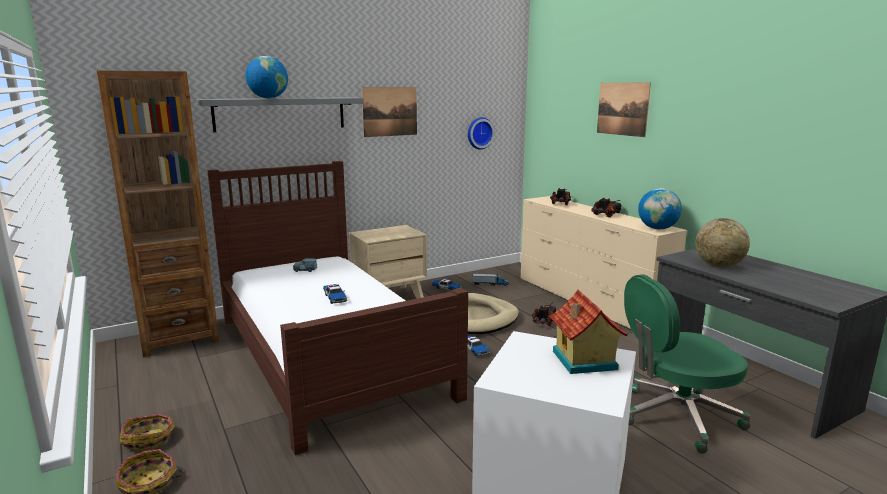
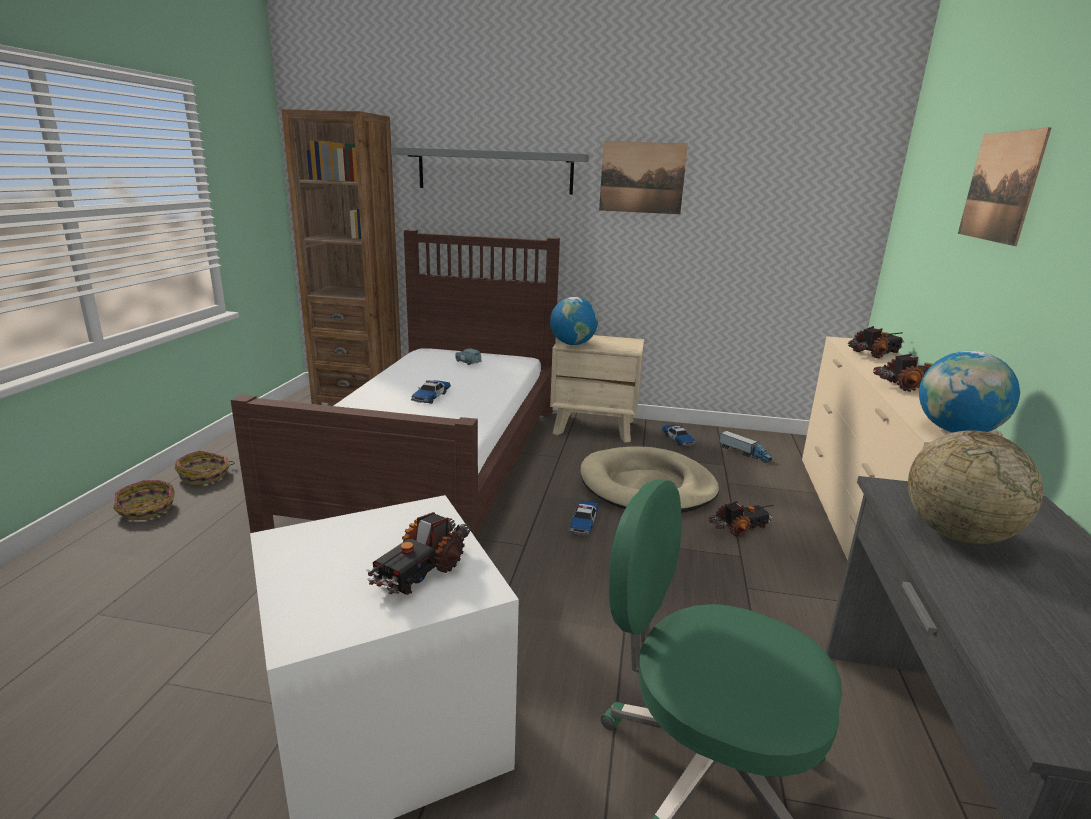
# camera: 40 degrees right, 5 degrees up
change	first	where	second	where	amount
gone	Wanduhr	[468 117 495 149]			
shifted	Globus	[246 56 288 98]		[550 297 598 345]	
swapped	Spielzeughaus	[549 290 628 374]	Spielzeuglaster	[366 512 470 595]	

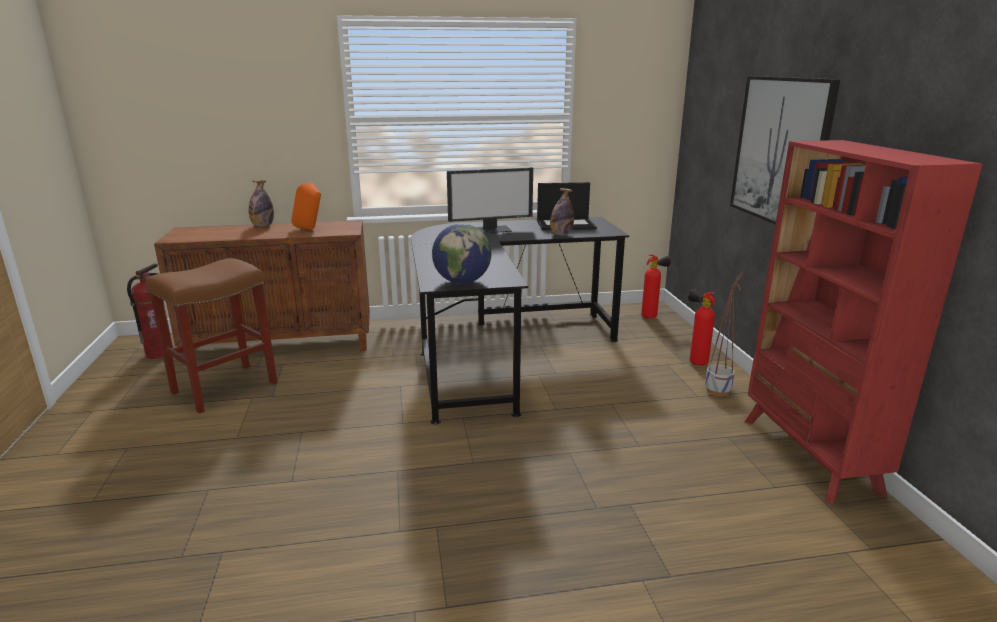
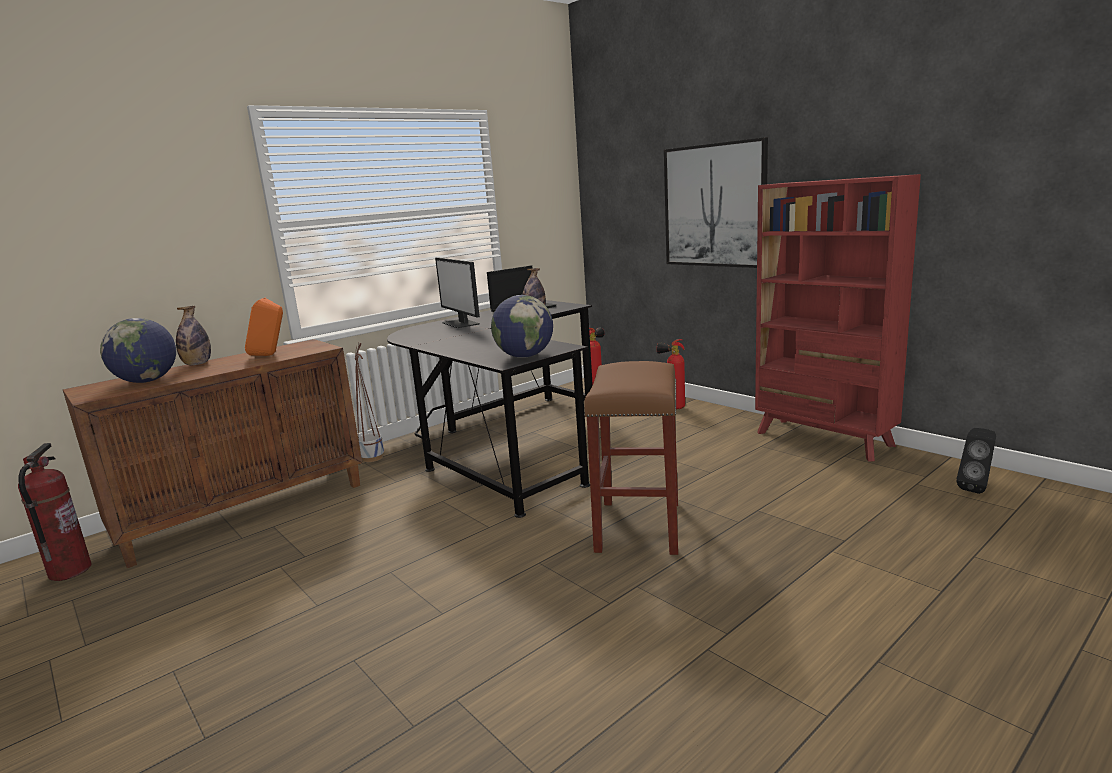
# camera: 30 degrees left, 5 degrees down
change	first	where	second	where	amount
new			Globus	[100 318 176 383]	
new			Lautsprecher (schwarz)	[956 428 996 494]	
shifted	Hocker (braun)	[145 258 277 414]		[584 361 678 555]	
shifted	Pflanzkübel	[705 273 744 397]		[355 342 384 462]	
rotated	Monitor	[447 168 533 233]		[435 257 480 328]	105 degrees clockwise

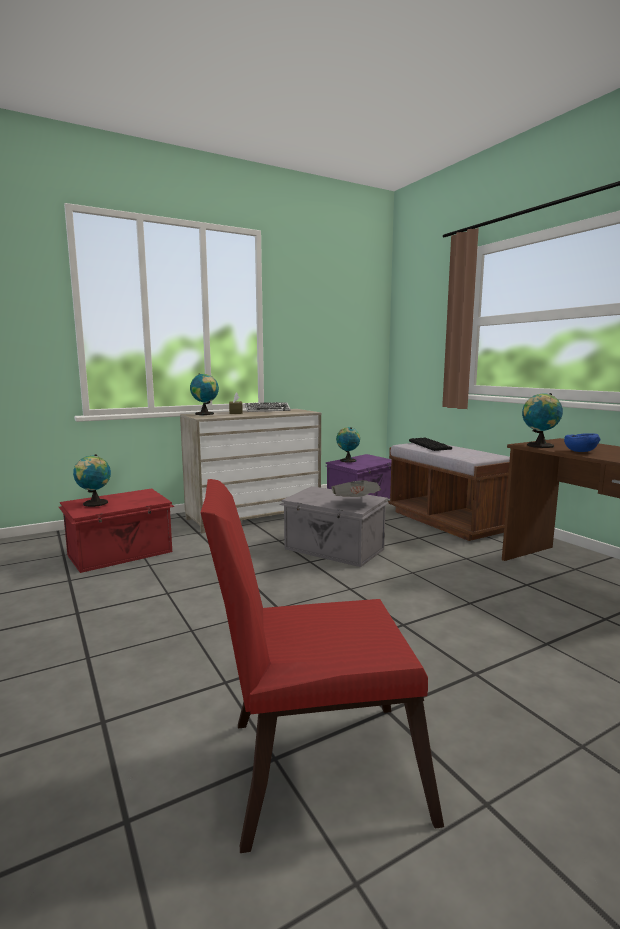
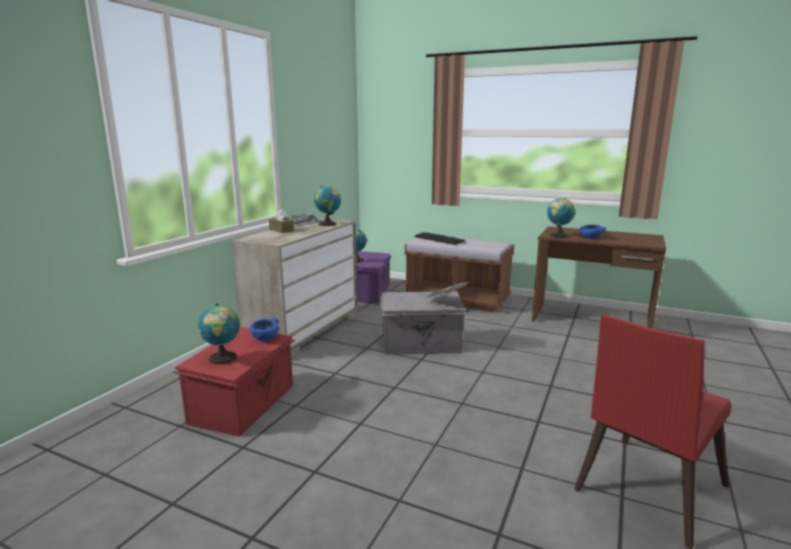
# camera: 35 degrees left, 5 degrees up
change	first	where	second	where	amount
new			Schüssel (blau)	[250 317 279 341]	
shifted	Globus	[190 373 219 415]		[314 186 341 226]	

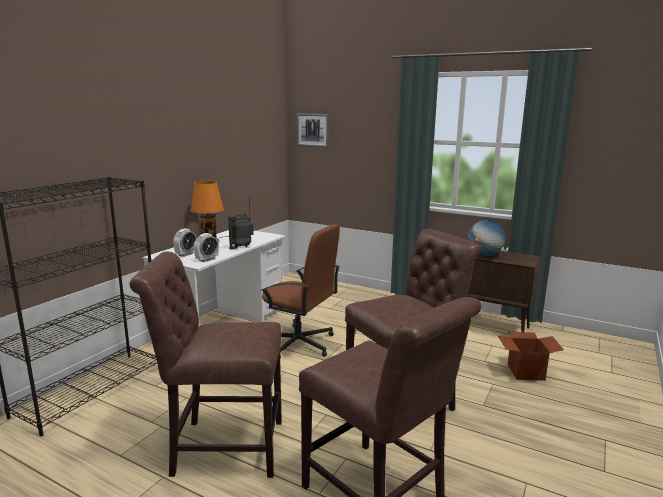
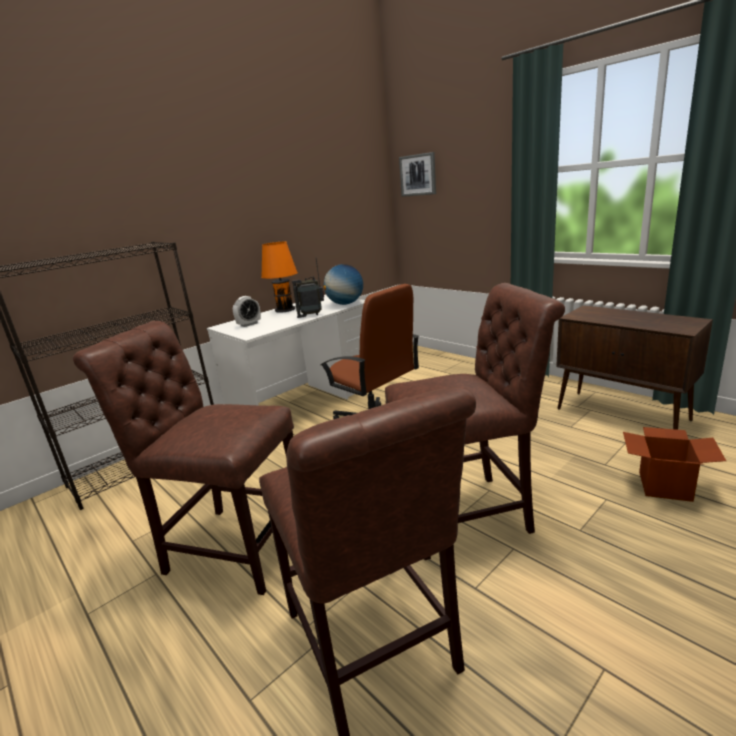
# camera: 20 degrees right, 5 degrees up
change	first	where	second	where	amount
gone	Wecker	[194 233 219 262]			
shifted	Globus	[468 220 505 256]		[324 264 363 305]	

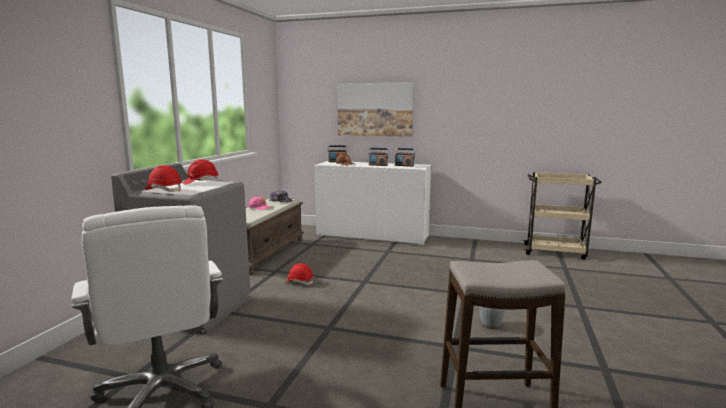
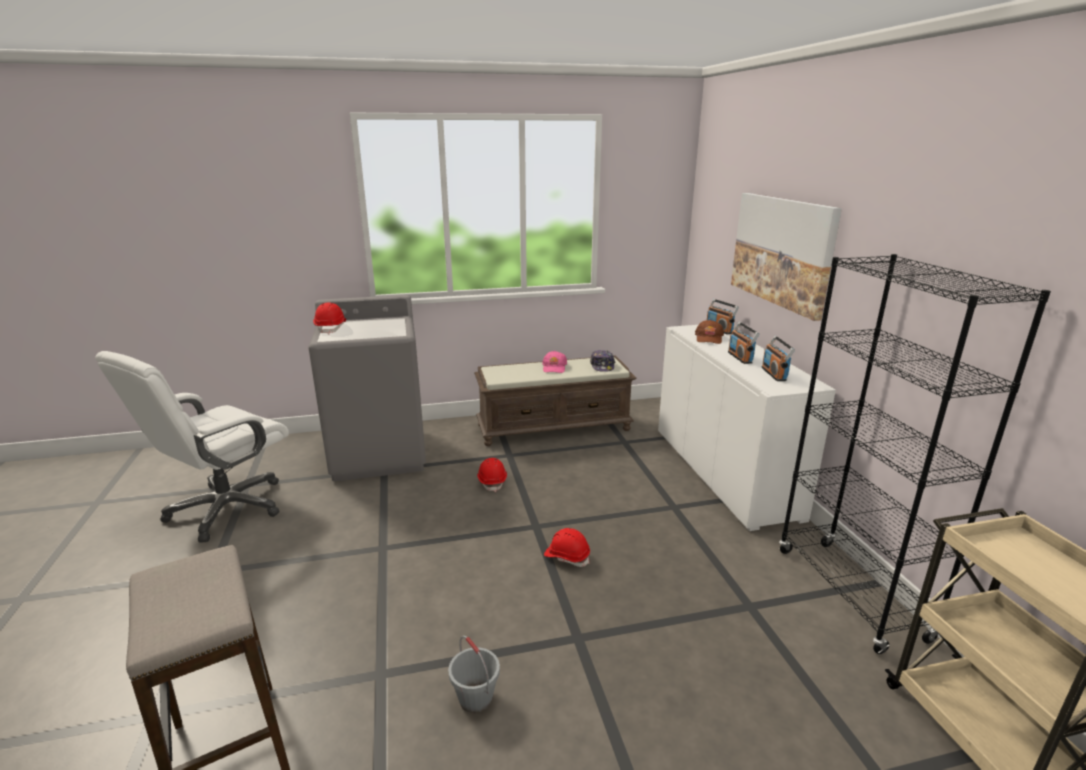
# camera: 60 degrees right, 10 degrees up
change	first	where	second	where	amount
new			Bücherregal (schwarz)	[779 254 1051 654]	
shifted	Schutzhelm (rot)	[183 159 219 184]		[544 528 590 567]	

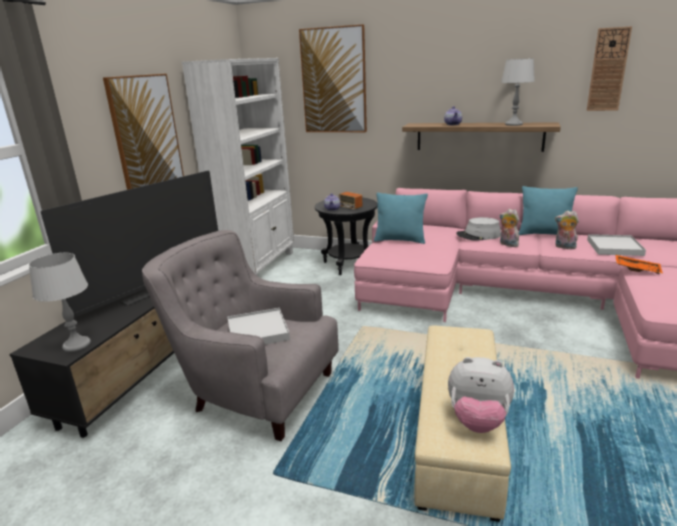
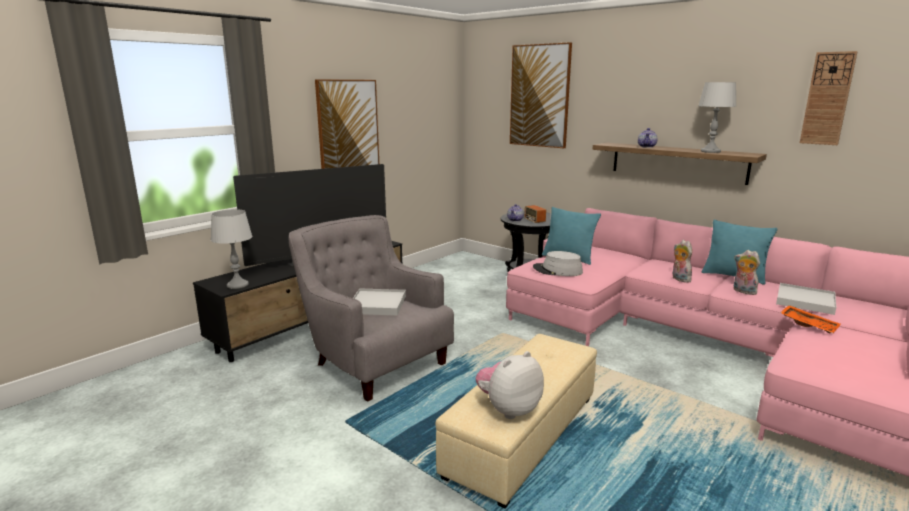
# camera: 20 degrees right, 5 degrees down
change	first	where	second	where	amount
gone	Bücherregal (weiß)	[182 58 294 276]			
shifted	Hut (grau)	[456 217 501 241]		[533 251 583 276]	
rotated	Plüschtier	[448 357 514 433]		[476 351 544 419]	105 degrees clockwise

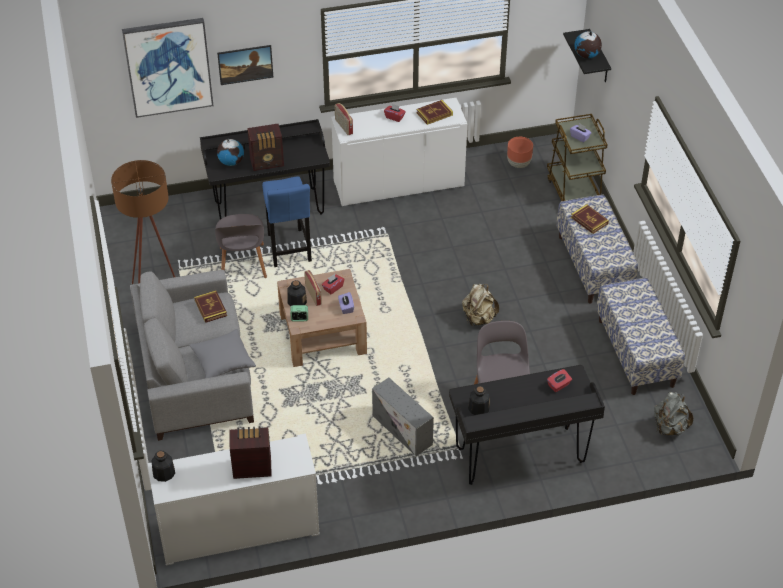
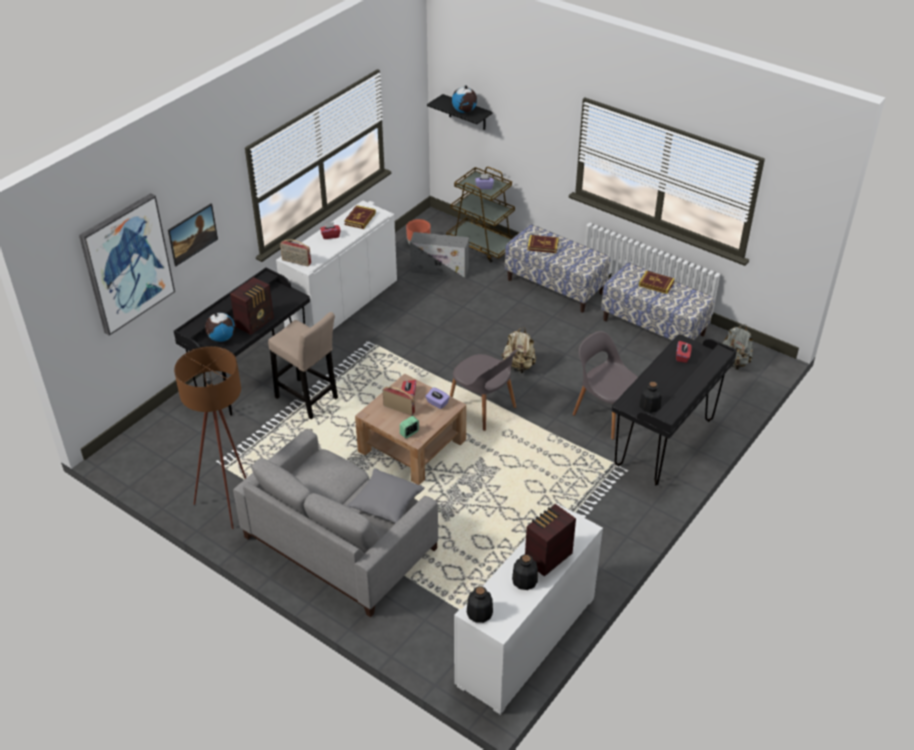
# camera: 40 degrees left, 5 degrees down
change	first	where	second	where	amount
shifted	Buch	[194 290 227 323]		[639 271 675 294]	
shifted	Stuhl (grau)	[215 214 267 278]		[450 349 518 431]	
shifted	Flasche	[288 280 307 306]		[512 554 538 590]	
shifted	Aufbewahrungsbox (grau)	[372 378 434 456]		[410 232 469 278]	
repainted	Hocker (blau)	[262 176 312 267]	Hocker (beige)	[268 312 338 419]	

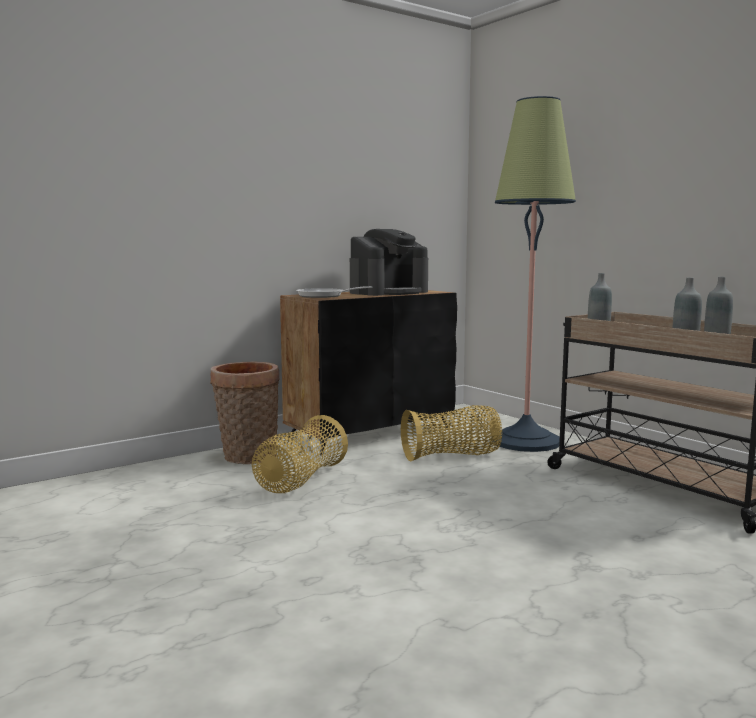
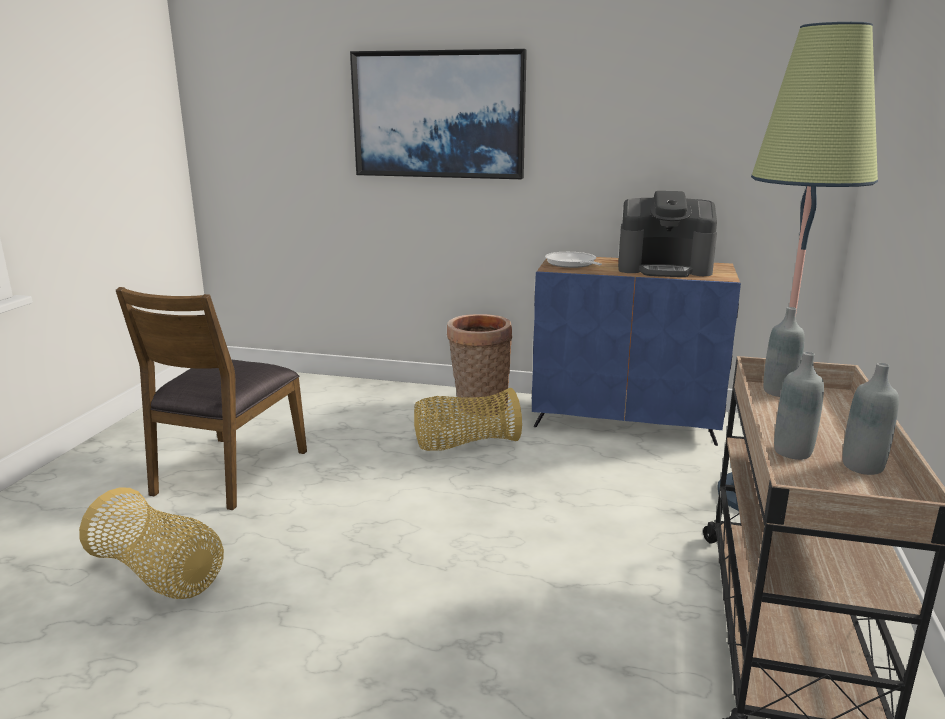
# camera: 50 degrees right, 10 degrees up
change	first	where	second	where	amount
new			Stuhl (braun)	[116 287 307 510]	
new			Bild	[350 49 527 179]	
shifted	Korb	[401 405 502 461]		[79 487 224 599]	
repainted	Schrank (schwarz)	[280 290 457 456]	Schrank (blau)	[532 257 741 446]	

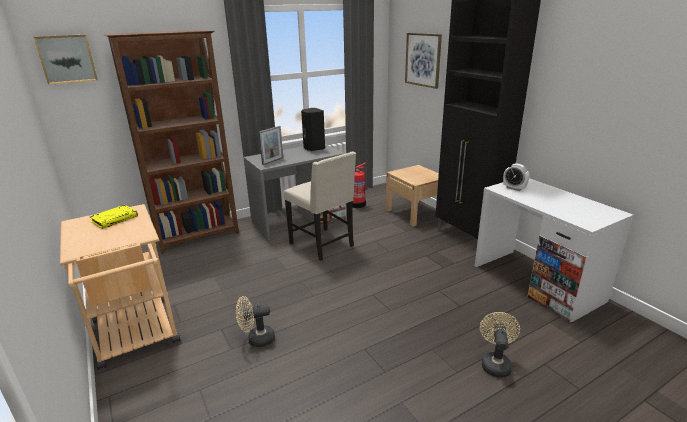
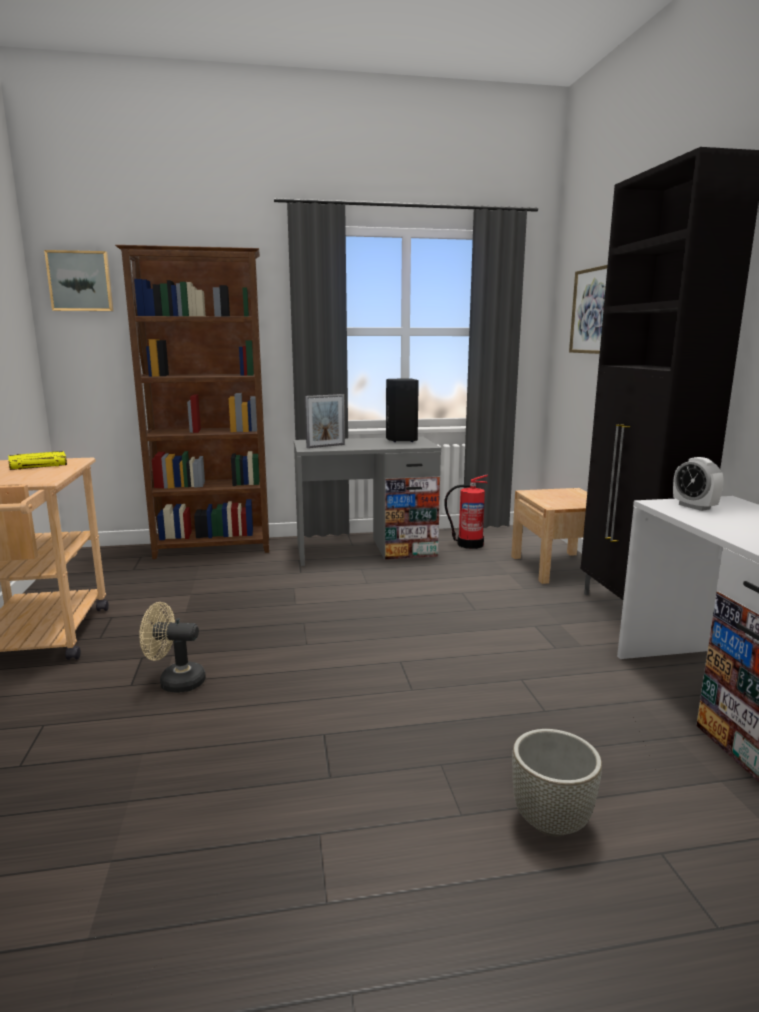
# camera: 20 degrees right, 10 degrees down
change	first	where	second	where	amount
gone	Stuhl (beige)	[284 152 356 261]			
swapped	Ventilator (beige)	[480 312 520 378]	Pflanzkübel (grau)	[512 729 602 836]	

